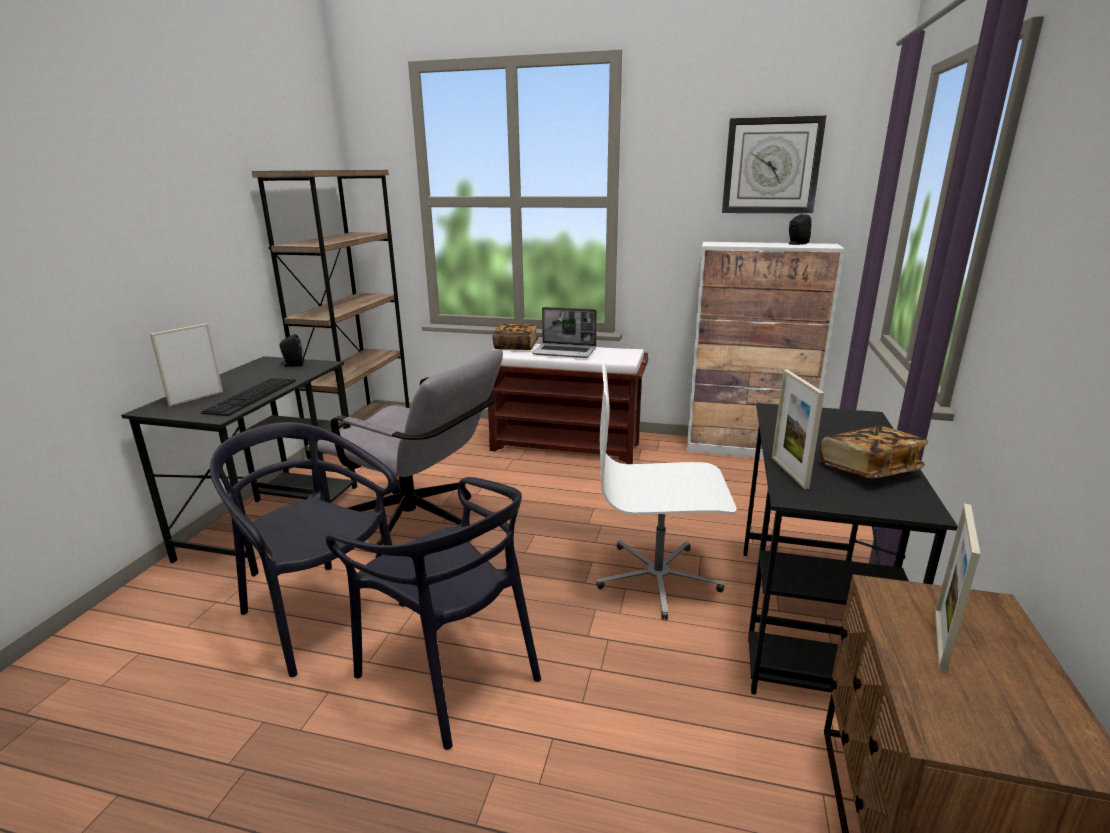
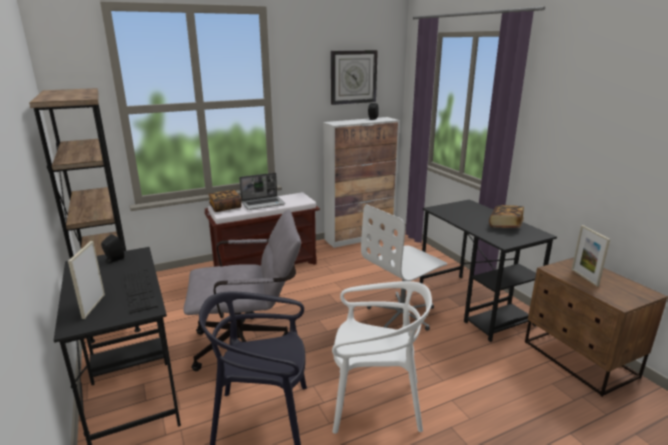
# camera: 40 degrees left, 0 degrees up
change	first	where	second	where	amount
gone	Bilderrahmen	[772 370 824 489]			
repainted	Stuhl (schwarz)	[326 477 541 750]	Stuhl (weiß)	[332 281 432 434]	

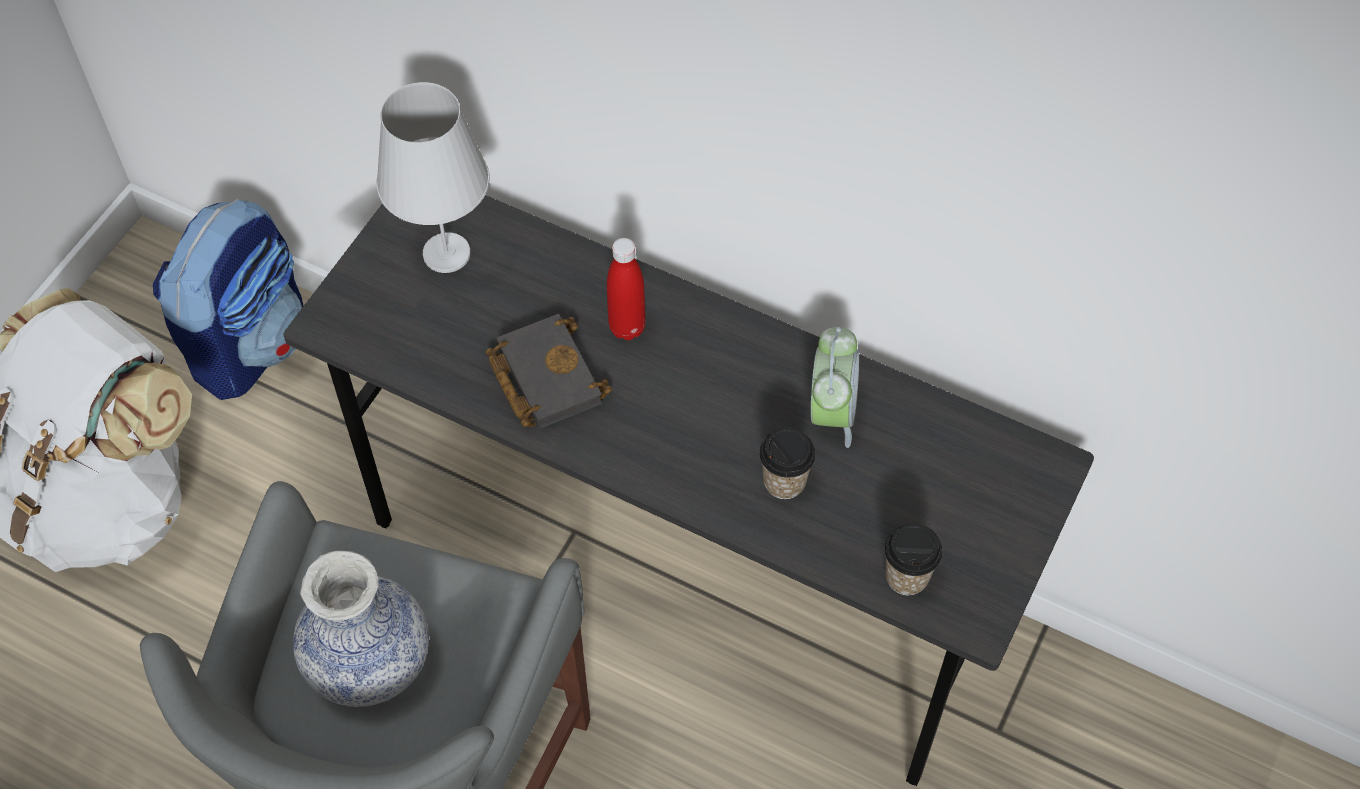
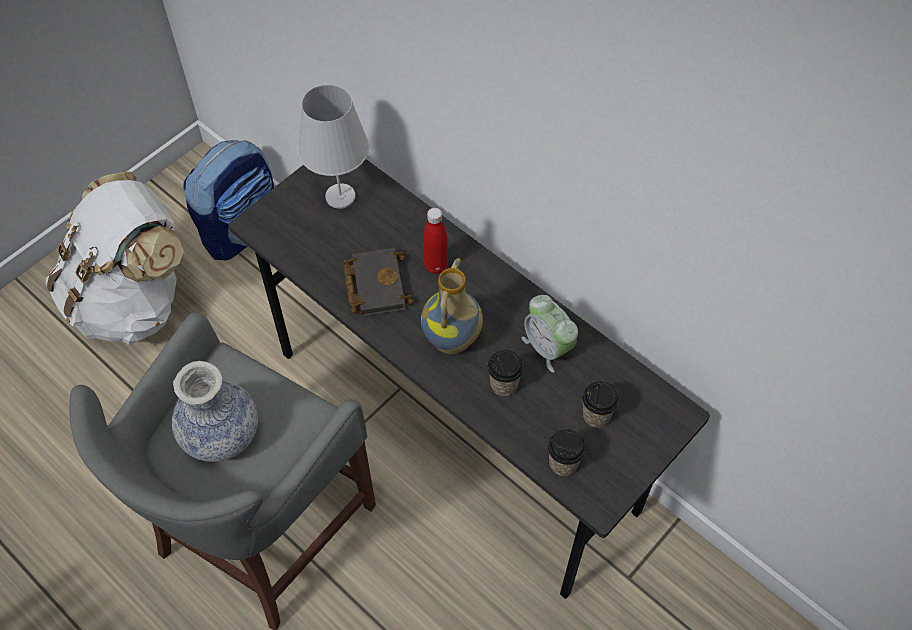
# camera: 15 degrees right, 0 degrees up
change	first	where	second	where	amount
new			Vase	[421 258 483 354]	
new			Tasse	[582 381 619 428]	
rotated	Wecker	[811 327 859 448]		[522 295 578 373]	120 degrees clockwise

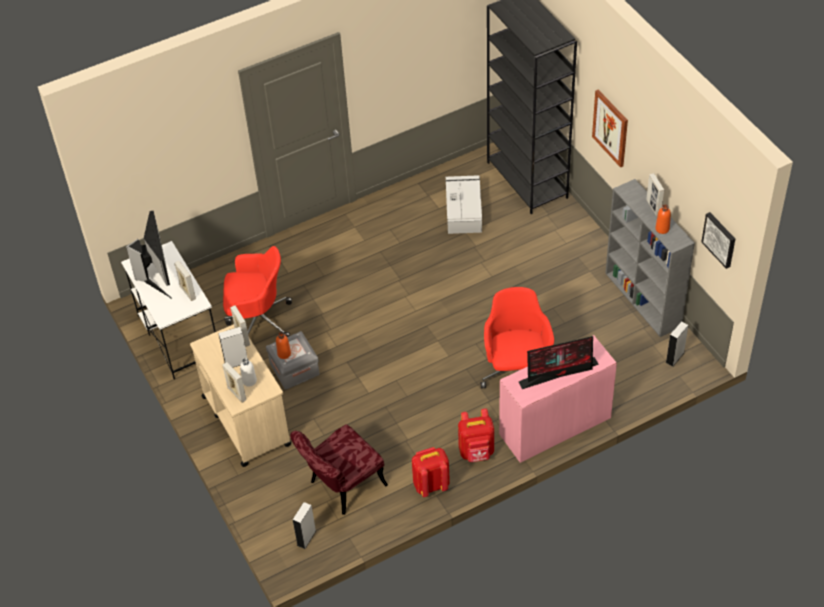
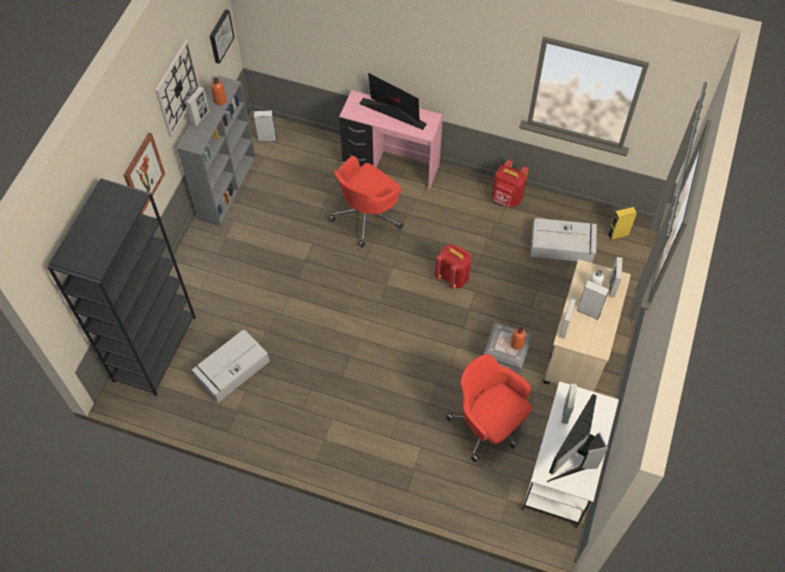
# camera: 135 degrees left, 10 degrees up
change	first	where	second	where	amount
new			Wanduhr	[155 40 200 137]	
shifted	Rucksack (rot)	[458 409 494 462]		[434 244 471 289]	
swapped	Stuhl (rot)	[290 424 388 515]	Aufbewahrungsbox (grau)	[531 218 597 263]	
repainted	Lautsprecher (grau)	[293 502 316 549]	Lautsprecher (gelb)	[608 207 637 241]	

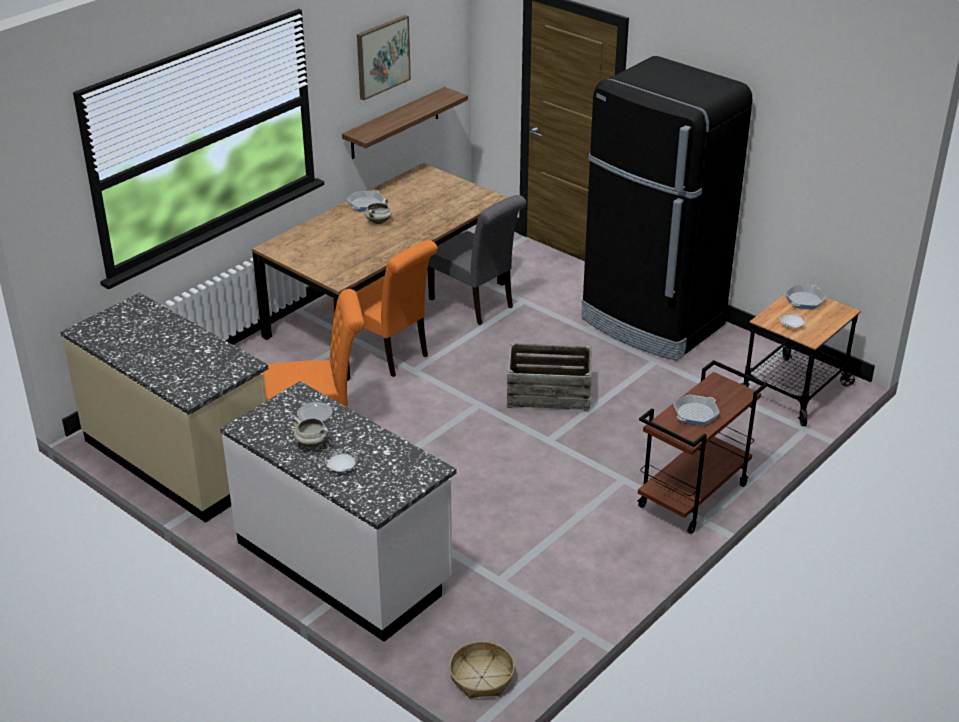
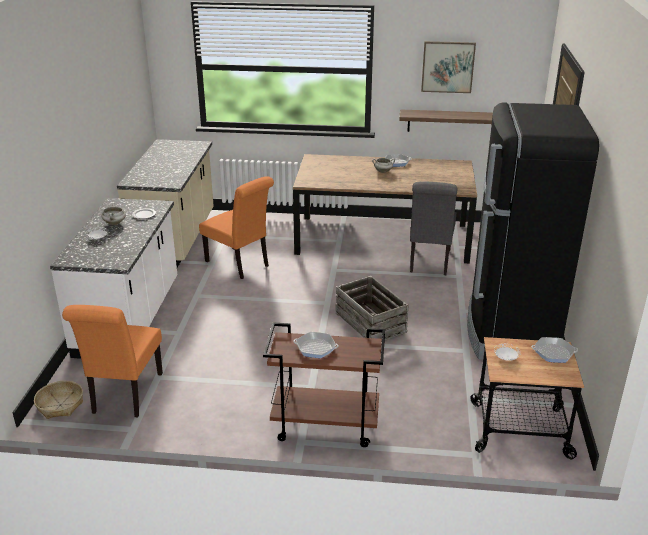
# camera: 55 degrees right, 5 degrees down
change	first	where	second	where	amount
shifted	Stuhl (orange)	[332 240 438 377]		[62 305 163 417]	

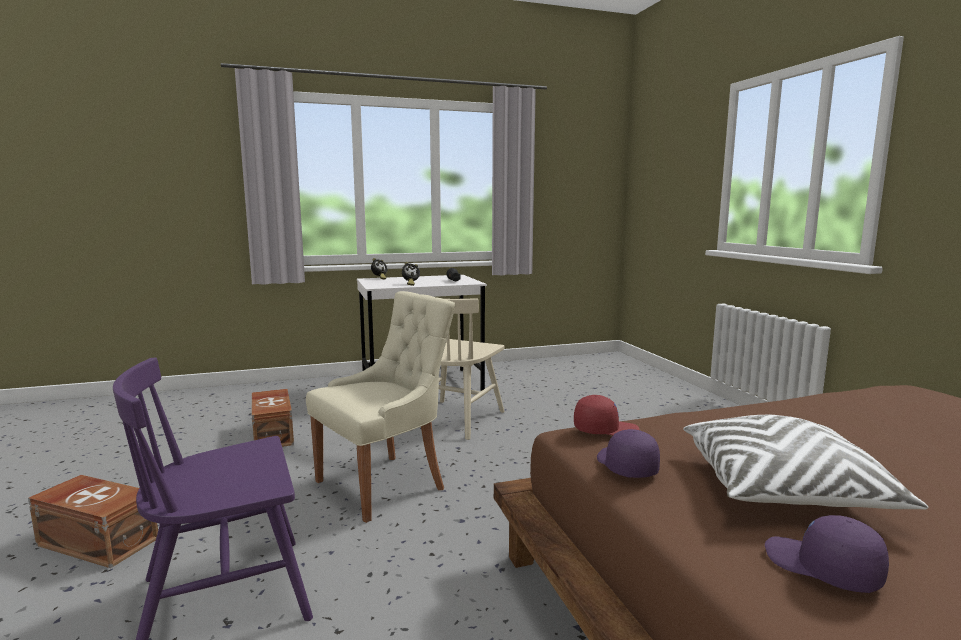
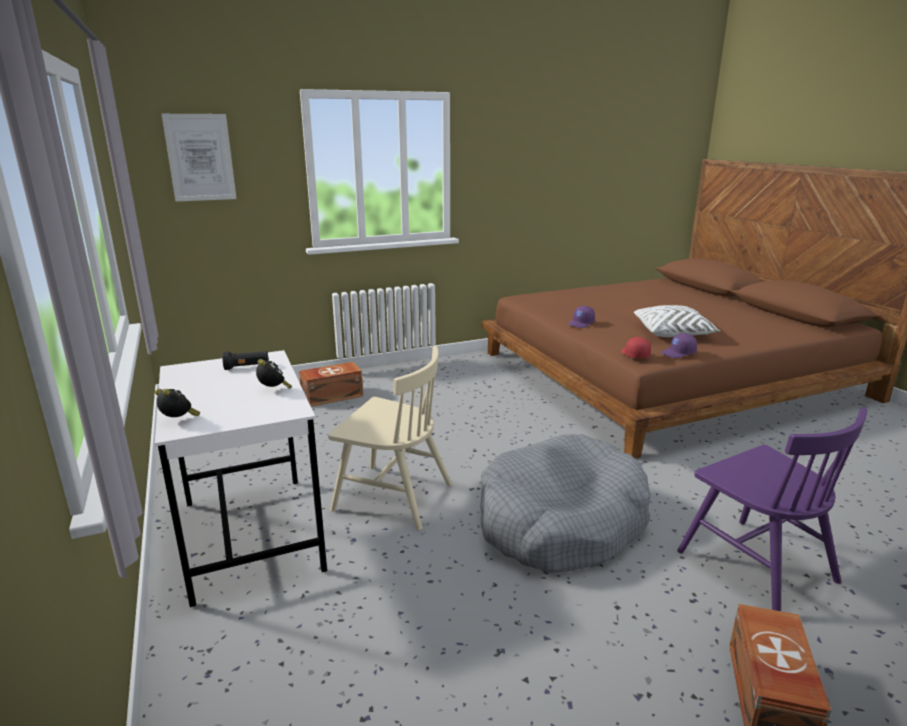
# camera: 95 degrees left, 10 degrees up
change	first	where	second	where	amount
new			Bild	[161 114 237 202]	
shifted	Aufbewahrungsbox (braun)	[252 389 294 447]		[299 362 363 407]	
shifted	Kappe (lila)	[765 515 889 593]		[568 306 595 328]	
swapped	Stuhl (beige)	[306 291 455 523]	Hundebett (grau)	[480 434 651 572]	

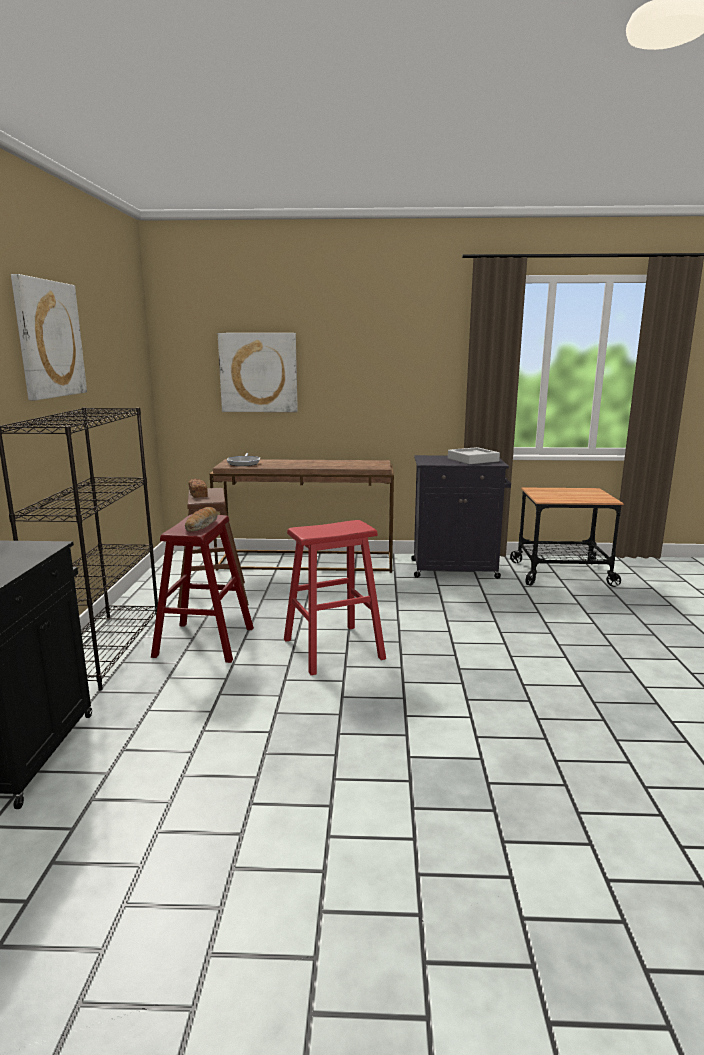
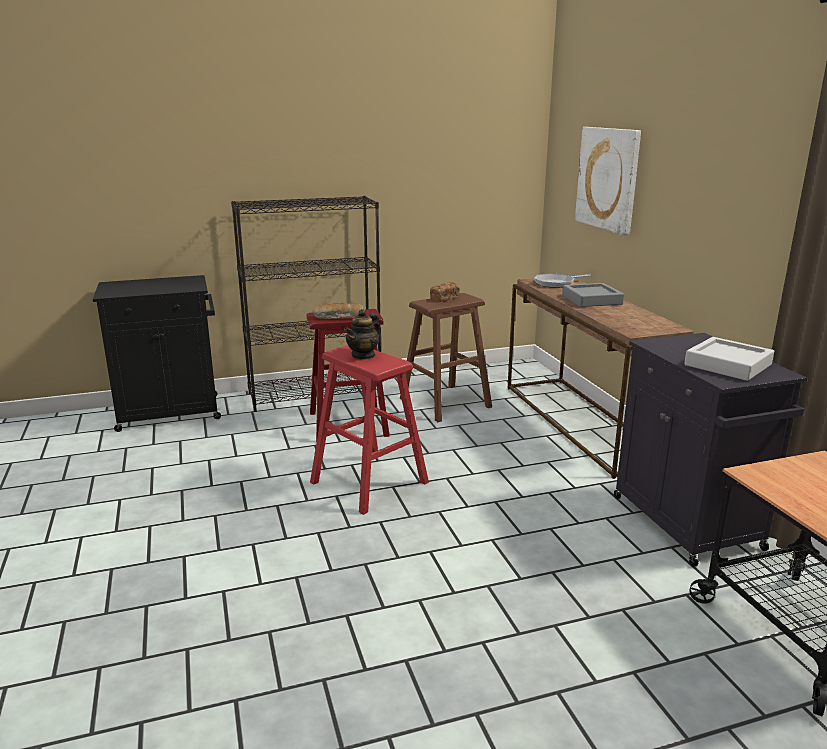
# camera: 70 degrees right, 5 degrees up
change	first	where	second	where	amount
gone	Bild	[11 274 87 400]			
new			Teekanne	[344 309 380 360]	
new			Tablett (grau)	[562 283 624 307]	

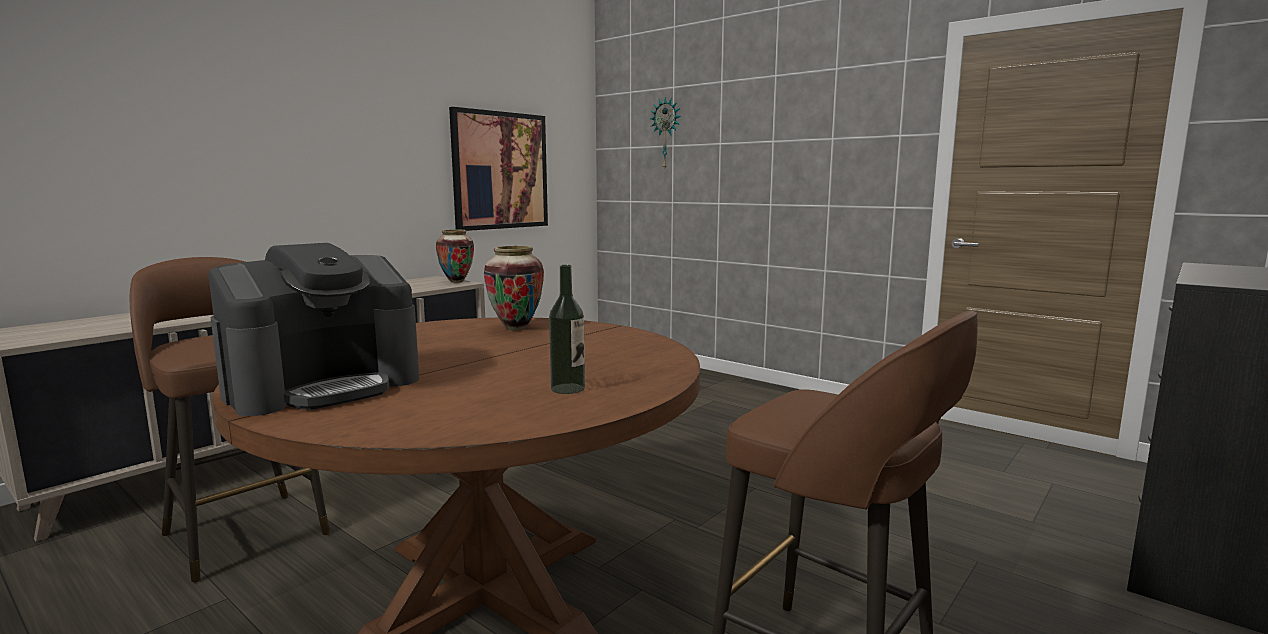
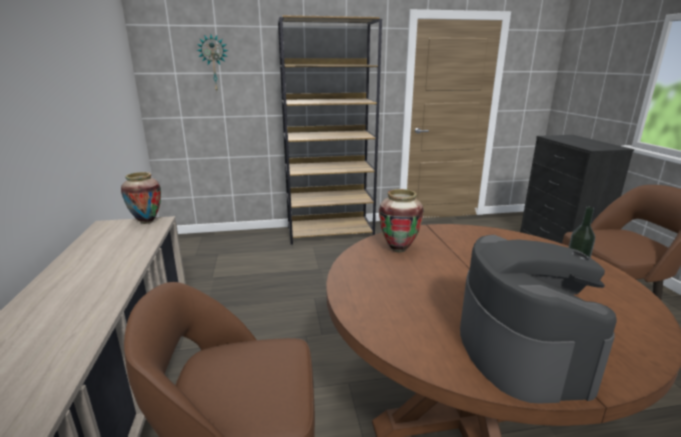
# camera: 50 degrees left, 10 degrees up
change	first	where	second	where	amount
gone	Bild	[449 107 548 231]			
new			Bücherregal (braun)	[278 15 382 245]	

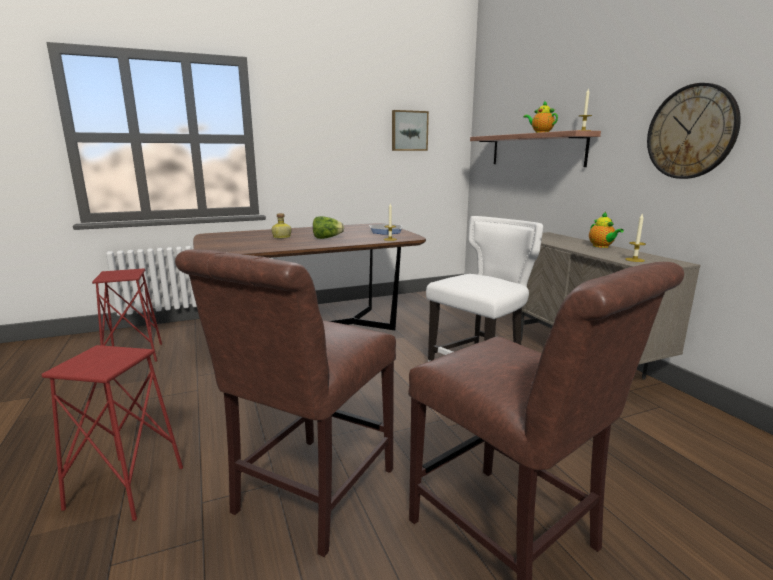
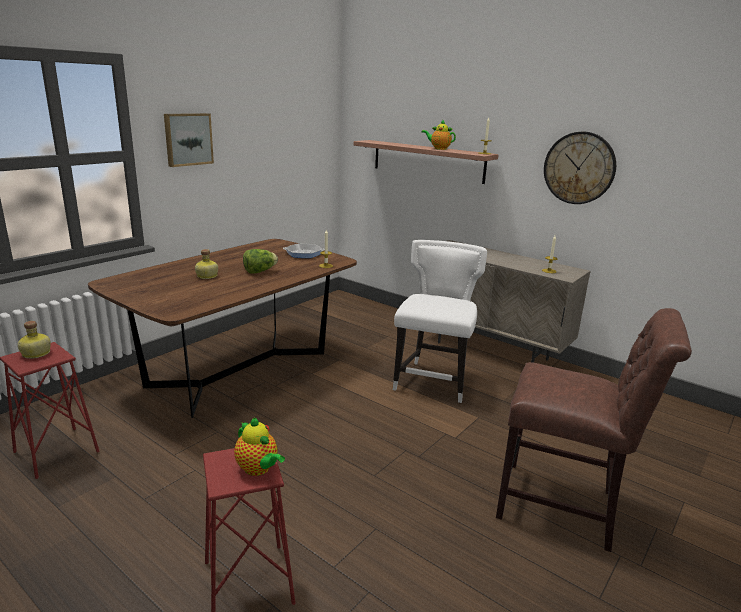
# camera: 30 degrees left, 5 degrees up
change	first	where	second	where	amount
gone	Stuhl (braun)	[175 249 396 557]			
new			Flasche	[18 321 51 359]	
shifted	Bild	[392 110 429 151]		[164 113 214 167]	
shifted	Teekanne	[589 212 624 248]		[234 418 285 476]	

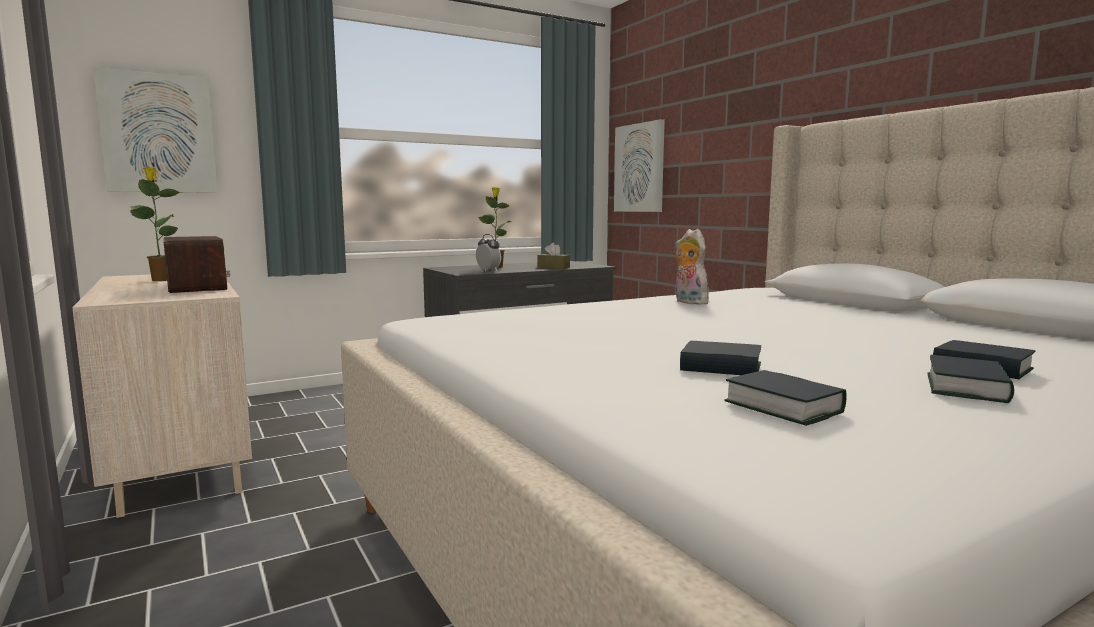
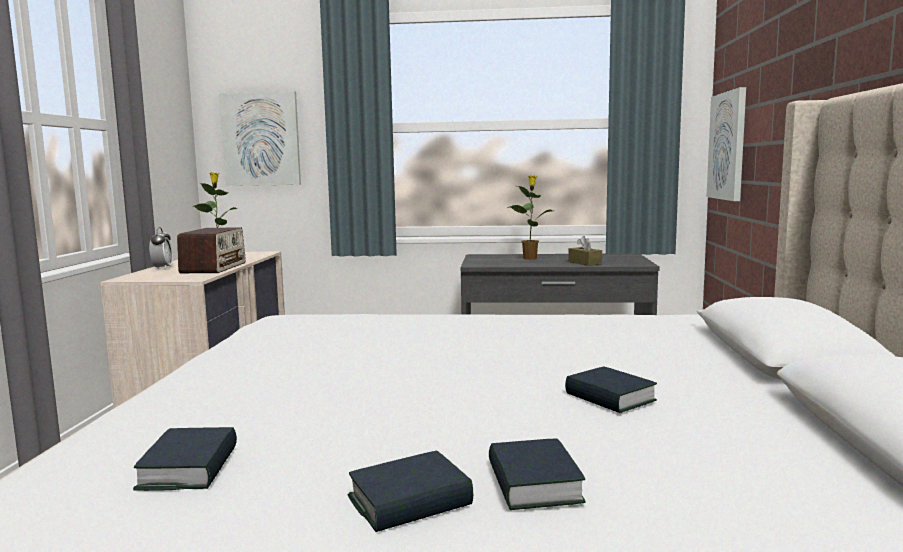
# camera: 35 degrees right, 0 degrees up
change	first	where	second	where	amount
gone	Plüschtier	[675 229 713 304]			
shifted	Wecker	[476 234 501 271]		[149 227 173 270]	
shifted	Buch	[680 341 761 375]		[565 367 657 413]	

